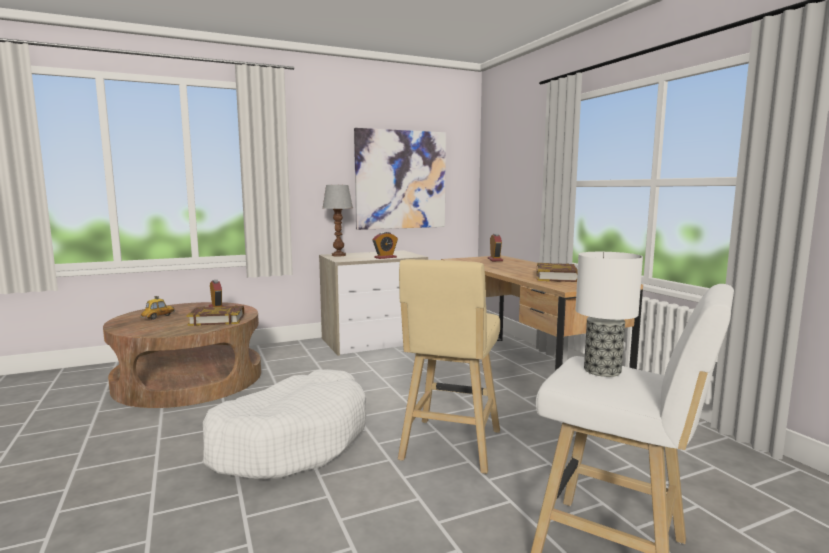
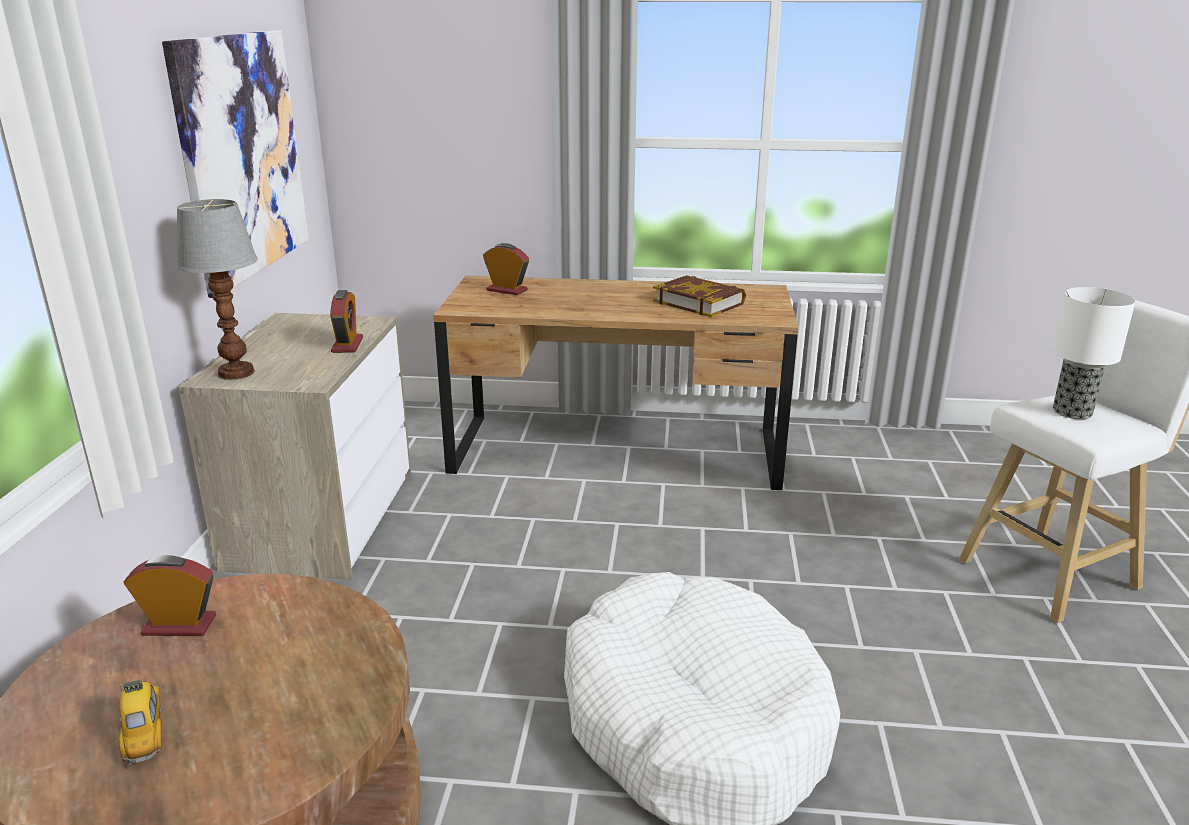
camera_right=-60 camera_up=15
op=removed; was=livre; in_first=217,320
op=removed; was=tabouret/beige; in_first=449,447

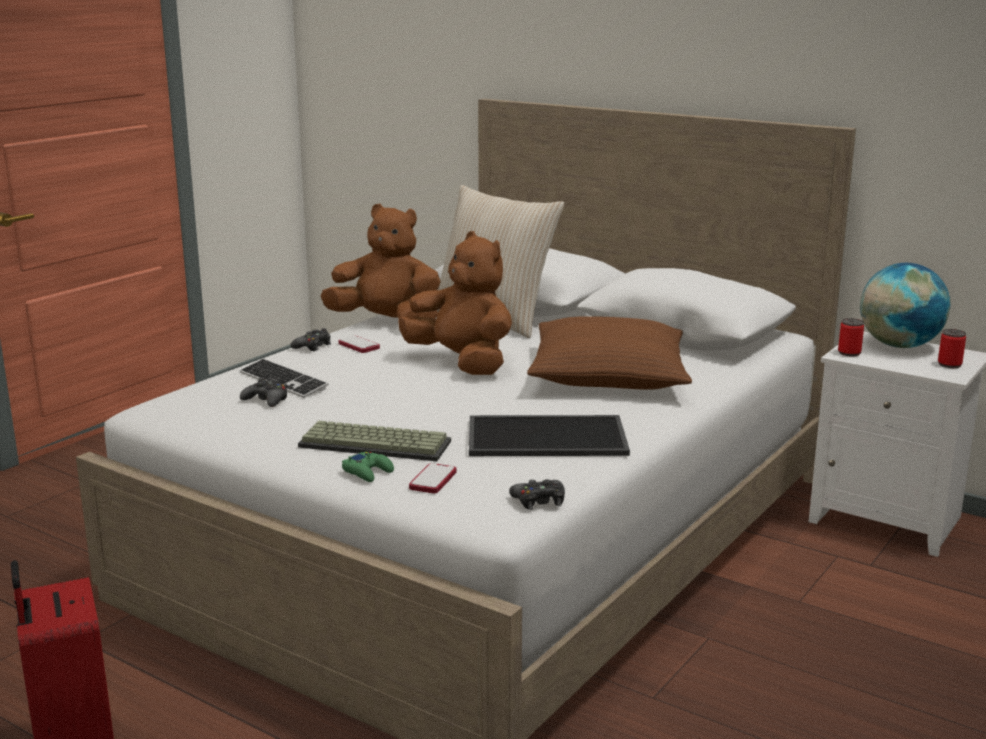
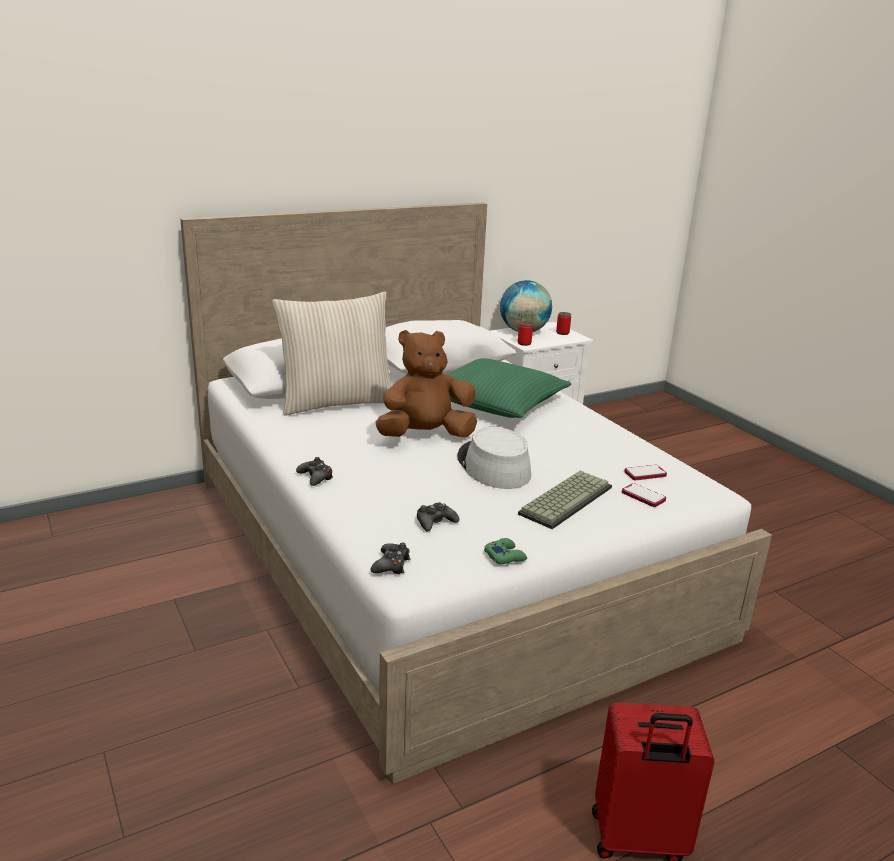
camera_right=-65 camera_up=5
op=moved; was=manette/noir; in_first=539,501; in_second=391,565
op=recoloured; was=coussin/marron; now=coussin/vert; in_first=608,374; in_second=495,402
op=added; now=chapeau/gris; in_second=493,466
op=moved; was=manette/vert; in_first=368,472; in_second=505,556
op=moved; was=téléphone; in_first=359,346; in_second=645,474
op=removed; was=clavier; in_first=283,381
op=removed; was=peluche/marron; in_first=386,323
op=removed; was=plateau; in_first=548,436

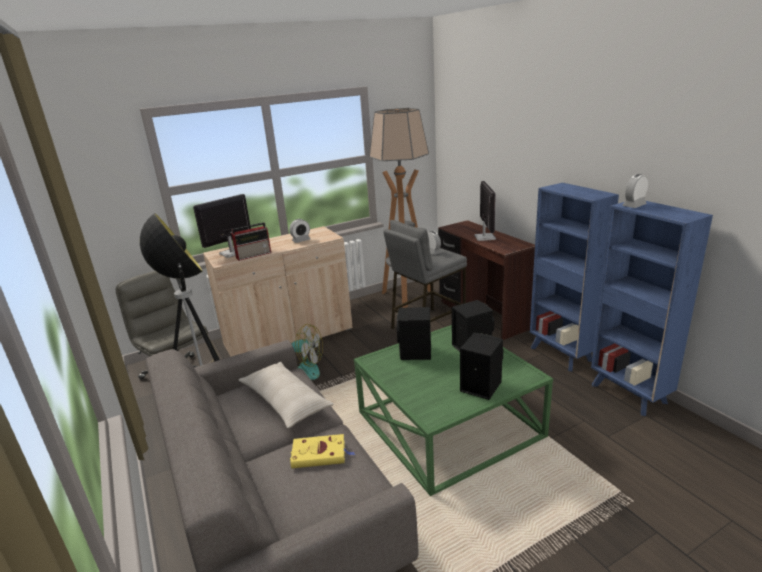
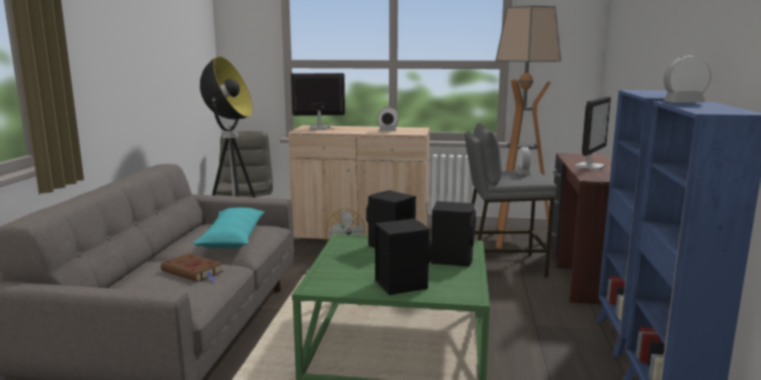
camera_right=35 camera_up=-10
op=recoloured; was=livre/jaune; now=livre/marron; in_first=320,454; in_second=194,272
op=recoloured; was=coussin/beige; now=coussin/turquoise; in_first=285,401; in_second=233,238
op=removed; was=radio; in_first=254,255

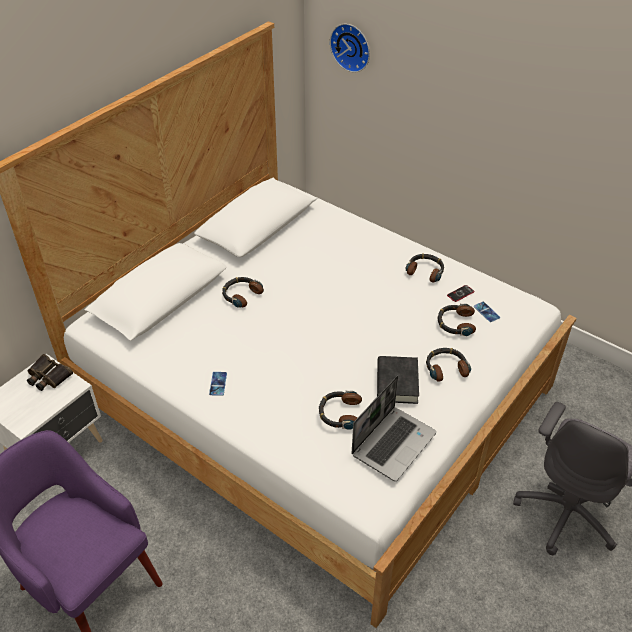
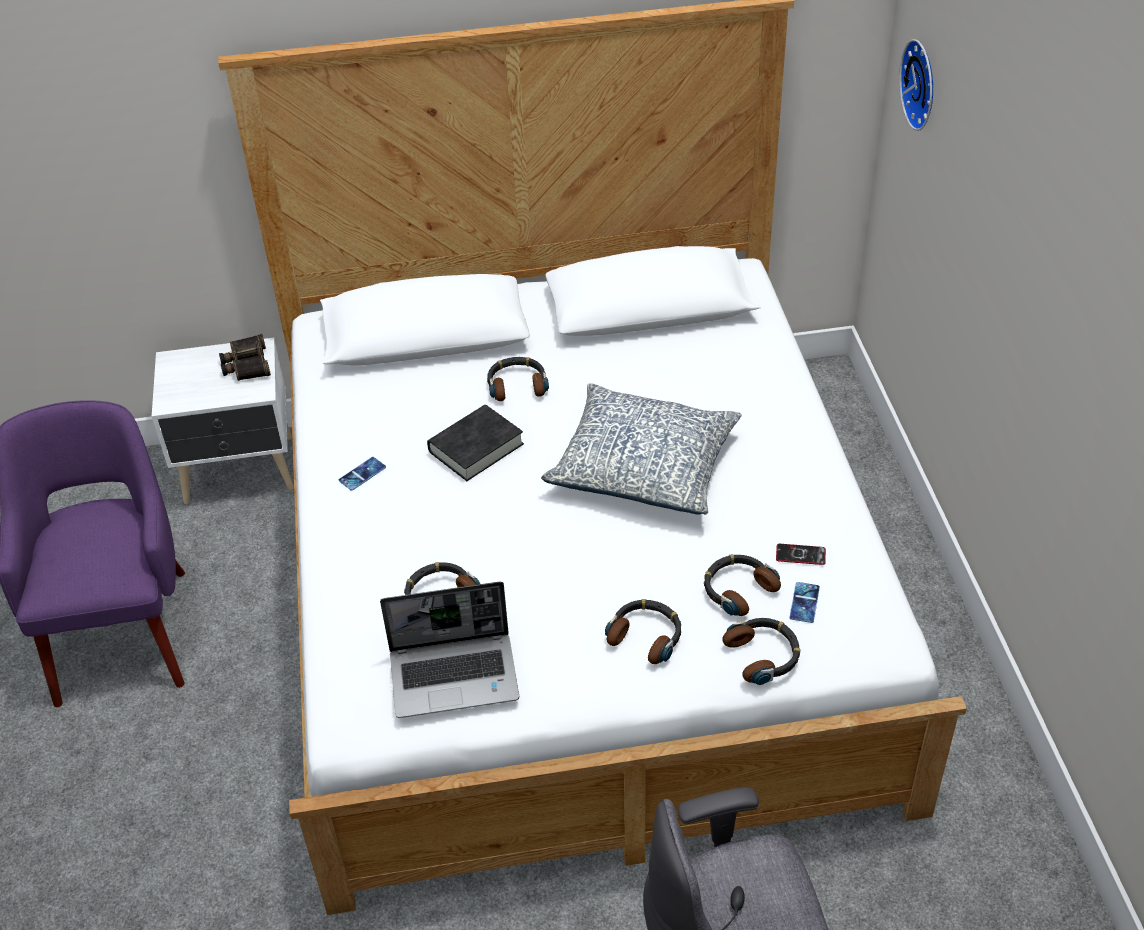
camera_right=45 camera_up=0
op=moved; was=livre/noir; in_first=397,383; in_second=476,448
op=added; now=coussin; in_second=644,466
op=moved; was=casque audio; in_first=425,271; in_second=763,655

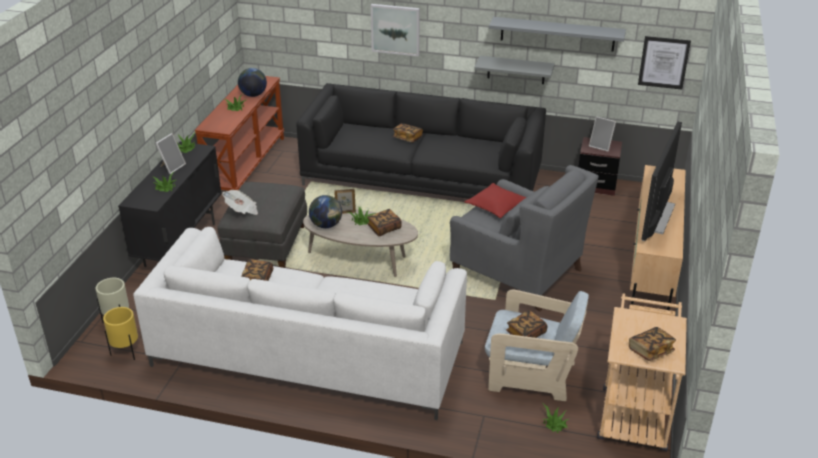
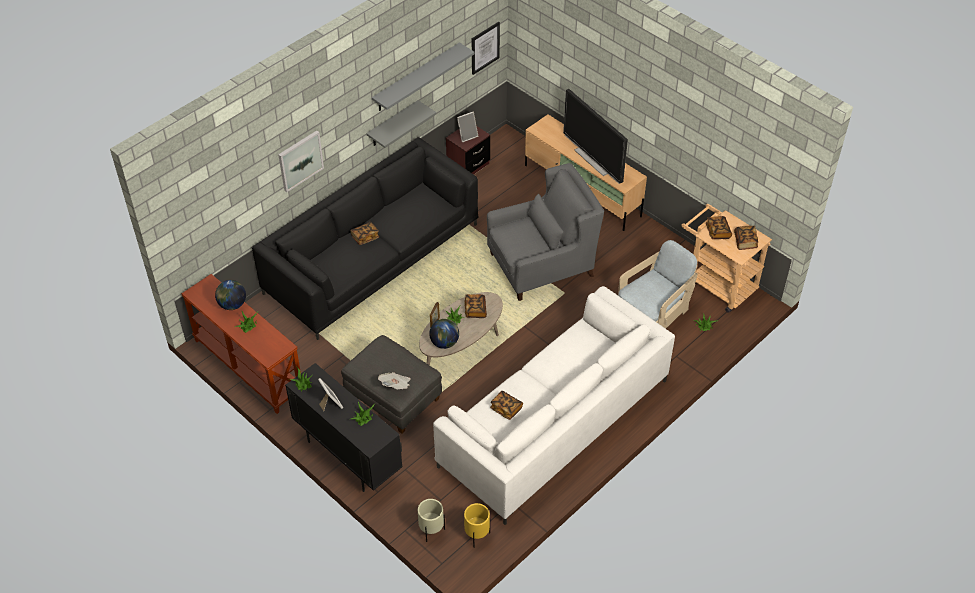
camera_right=-60 camera_up=15
op=moved; was=livre; in_first=526,334; in_second=718,232
op=removed; was=coussin/rouge; in_first=496,206

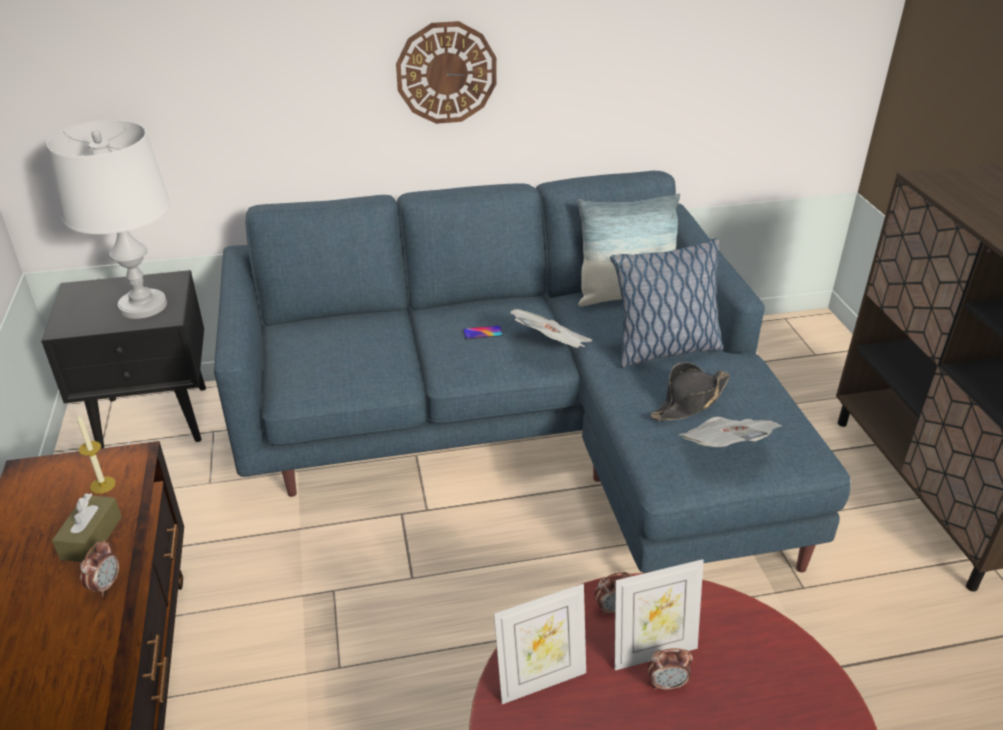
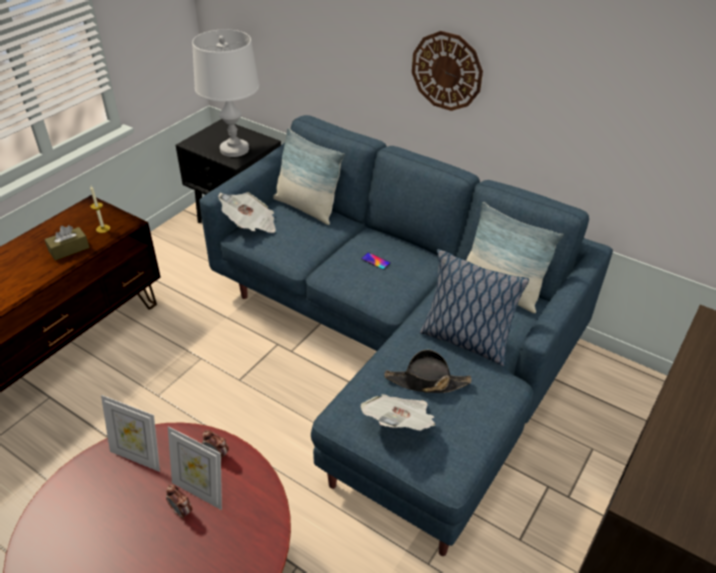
camera_right=45 camera_up=5
op=moved; was=journal; in_first=552,347; in_second=250,224
op=added; now=coussin; in_second=306,208
op=removed; was=réveil; in_first=106,585

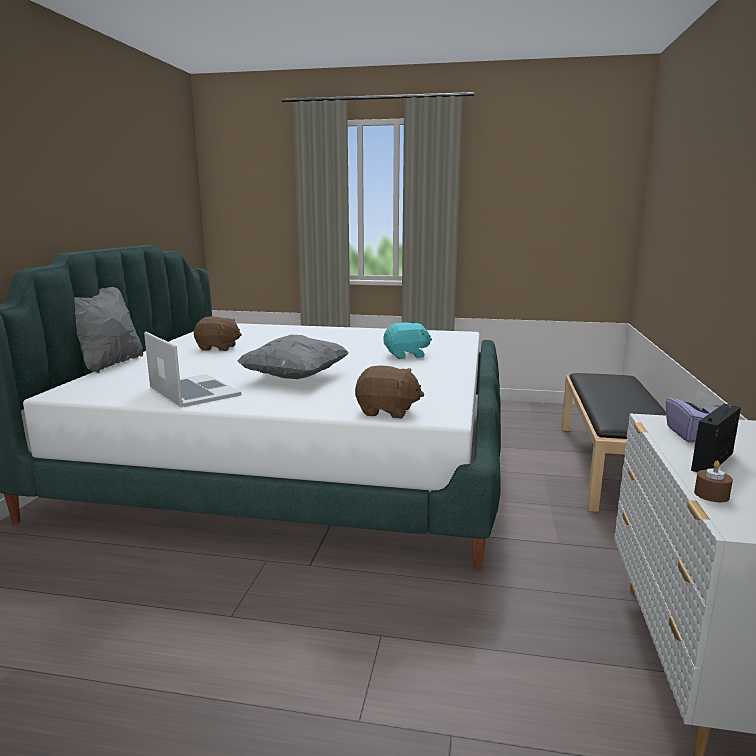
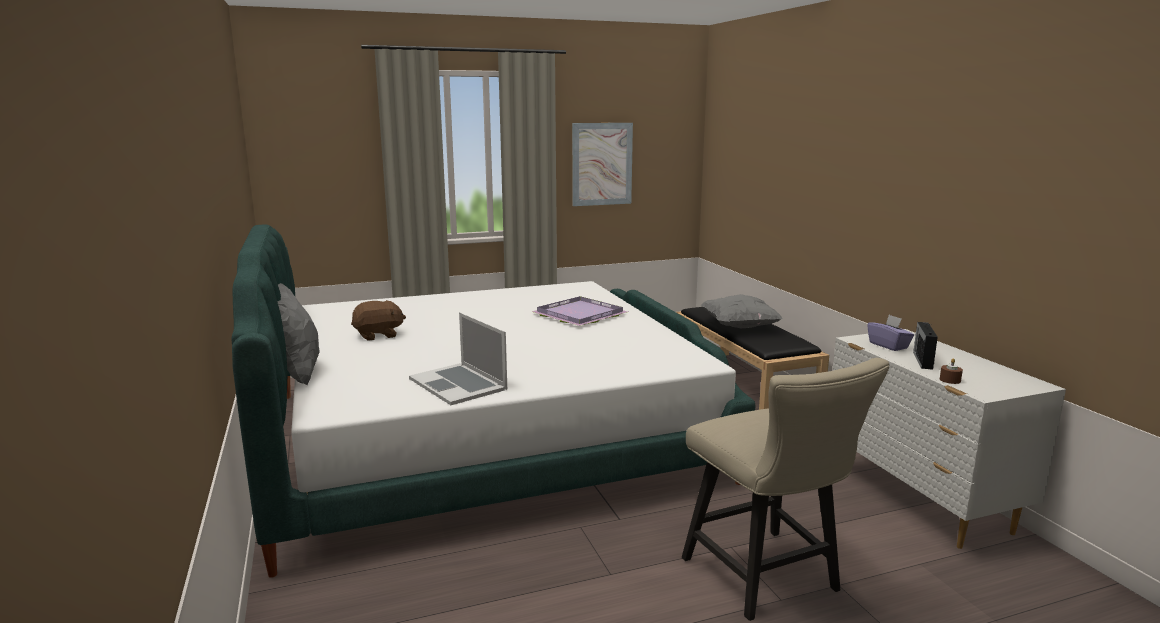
camera_right=-30 camera_up=0
op=turned; was=ordinateur portable; in_first=193,391; in_second=458,384; clockwise=-150
op=replaced; was=peluche/turquoise; now=plateau/violet; in_first=406,355; in_second=578,314
op=added; now=tableau; in_second=602,164
op=added; now=chaise/beige; in_second=767,579
op=moved; was=coussin/gris; in_first=295,377; in_second=740,327
op=removed; was=peluche/marron; in_first=387,411

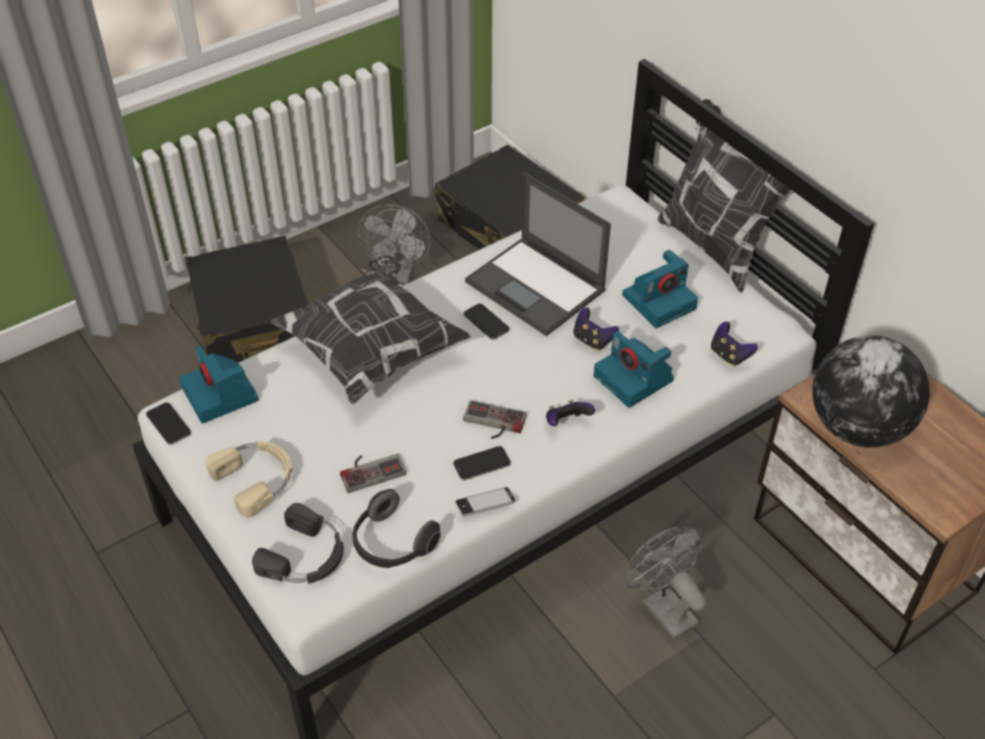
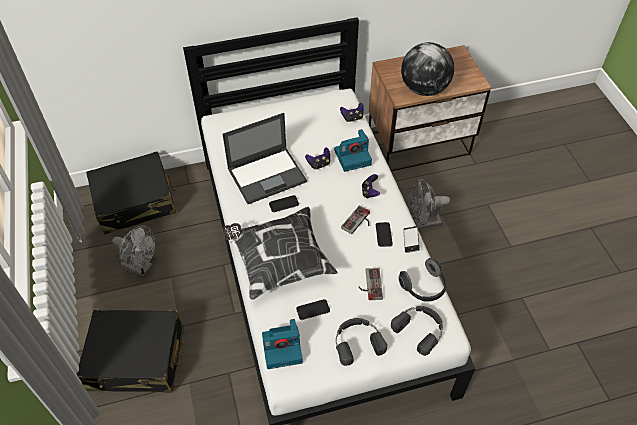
camera_right=-70 camera_up=5
op=moved; was=téléphone; in_first=168,424; in_second=313,310
op=recoloured; was=casque audio/beige; now=casque audio/noir; in_first=256,478; in_second=357,341
op=removed; was=appareil photo; in_first=659,301
op=removed; was=coussin; in_first=712,246

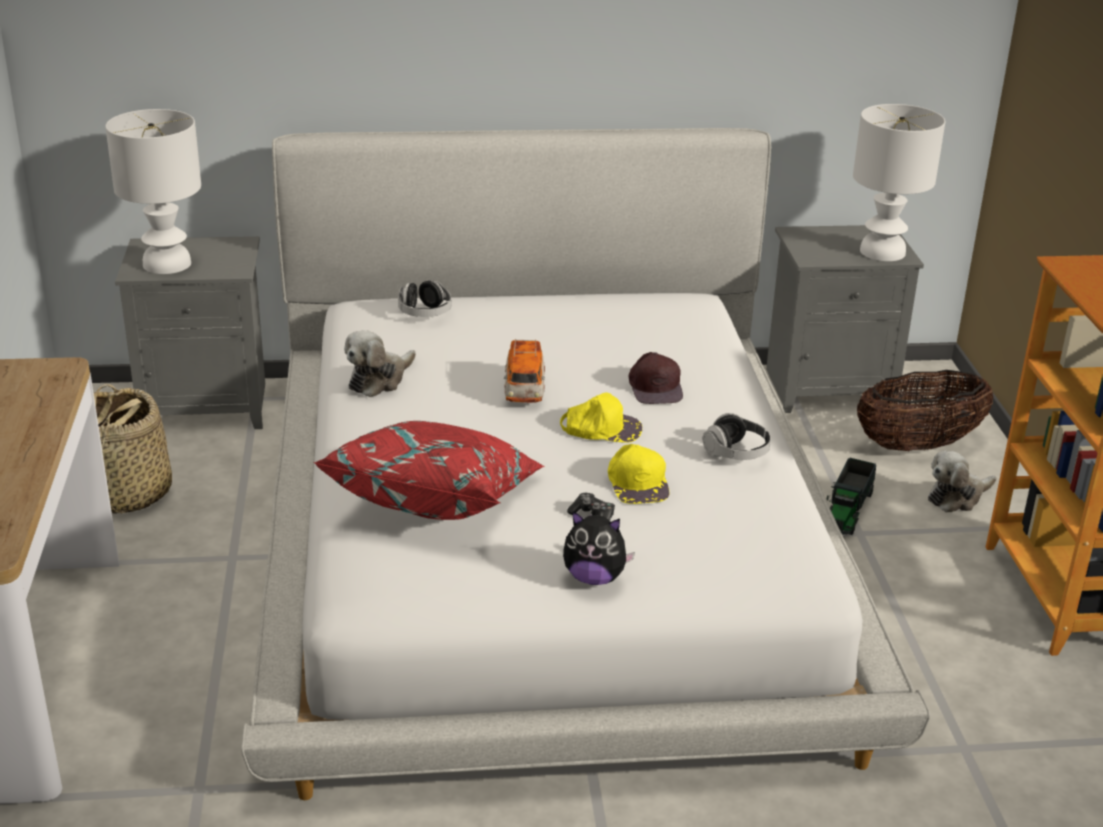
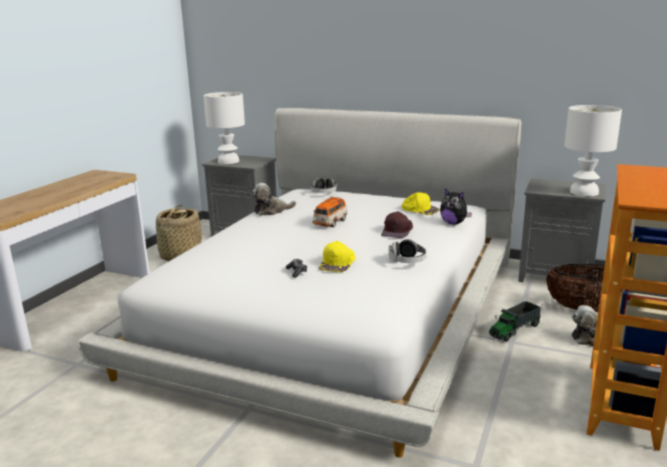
camera_right=30 camera_up=-10
op=moved; was=casquette/jaune; in_first=601,428; in_second=420,209
op=moved; was=peluche; in_first=594,578; in_second=454,223
op=removed; was=coussin/rouge; in_first=436,500

